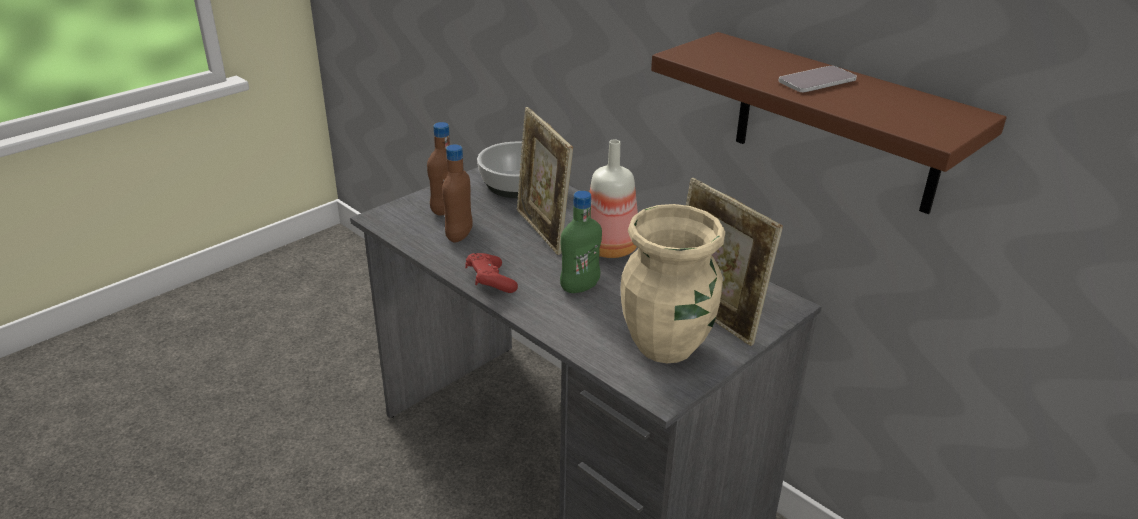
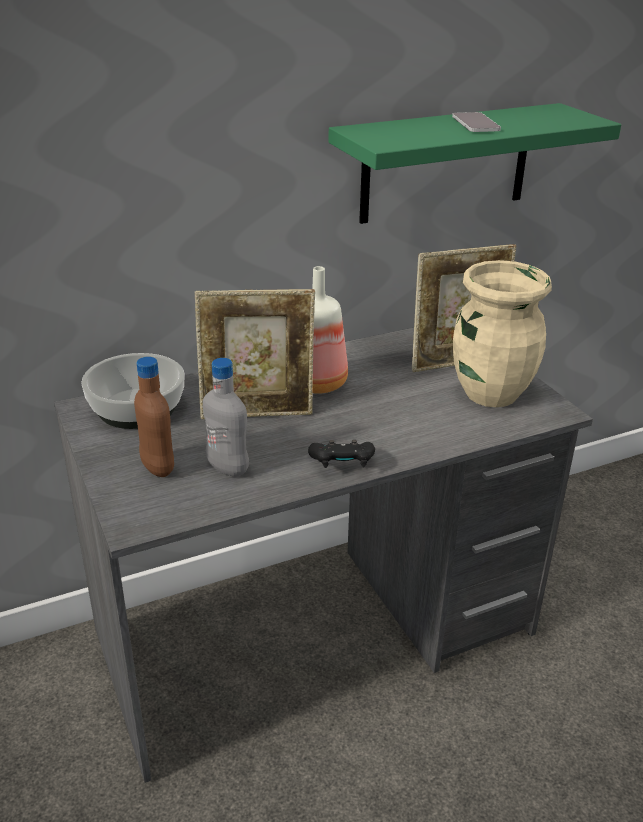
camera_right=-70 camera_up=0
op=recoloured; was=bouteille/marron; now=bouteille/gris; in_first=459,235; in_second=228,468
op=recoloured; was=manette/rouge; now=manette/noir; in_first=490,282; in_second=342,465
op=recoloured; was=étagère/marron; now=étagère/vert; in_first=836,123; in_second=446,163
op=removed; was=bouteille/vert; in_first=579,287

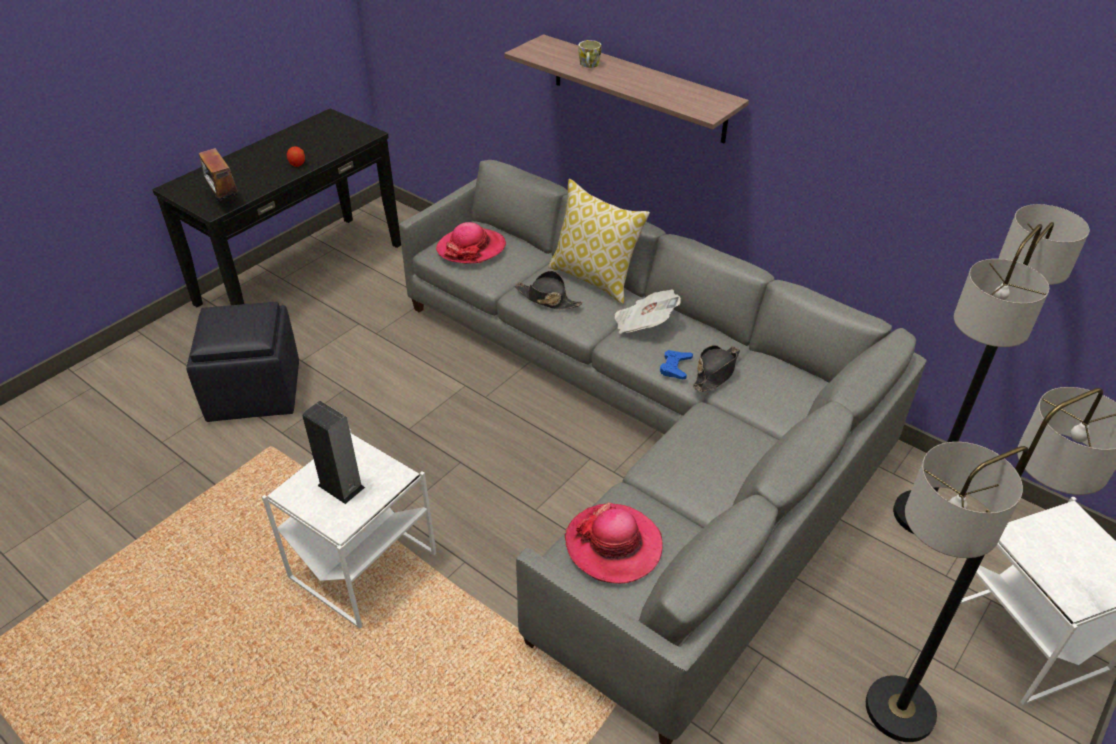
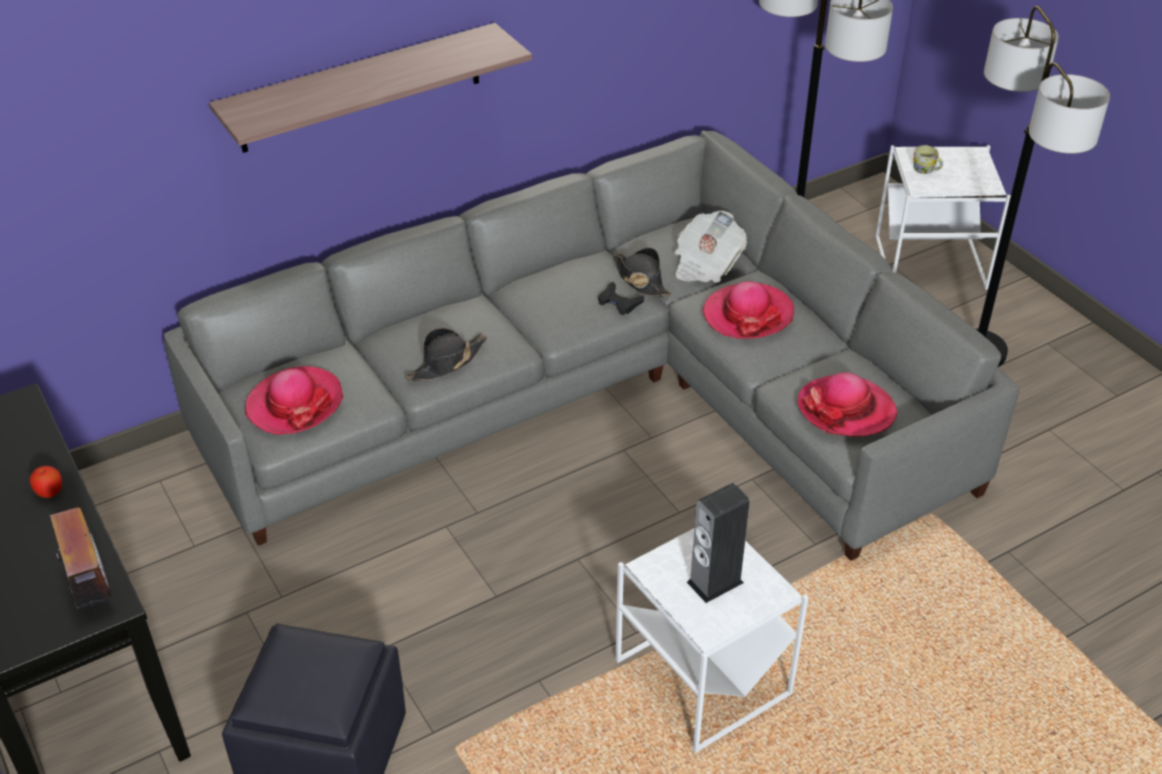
camera_right=-70 camera_up=0
op=turned; was=radio; in_first=224,200; in_second=92,589; clockwise=-105
op=recoloured; was=manette/bleu; now=manette/noir; in_first=675,367; in_second=619,302
op=moved; was=journal; in_first=644,325; in_second=705,264
op=added; now=chapeau; in_second=748,314
op=moved; was=mug; in_first=589,65; in_second=926,169
op=removed; was=coussin; in_first=594,278

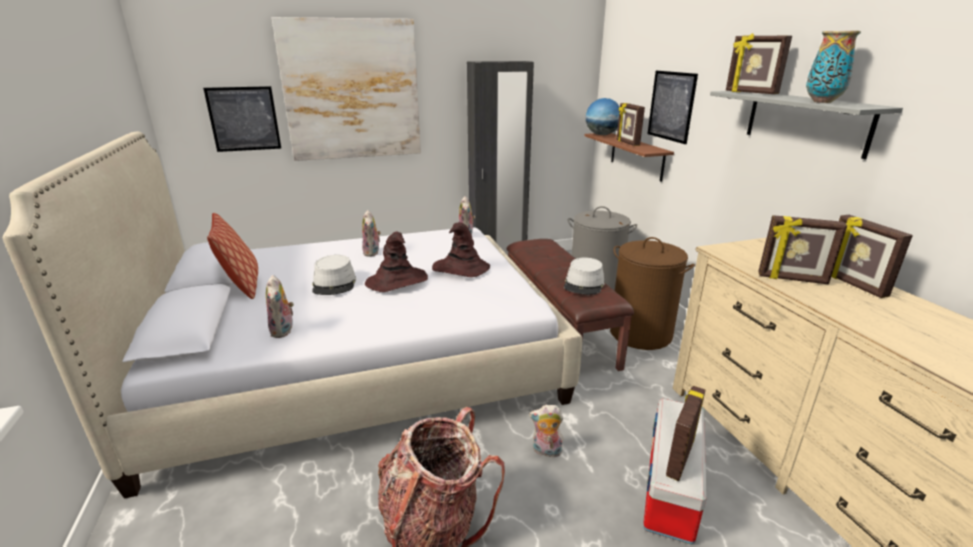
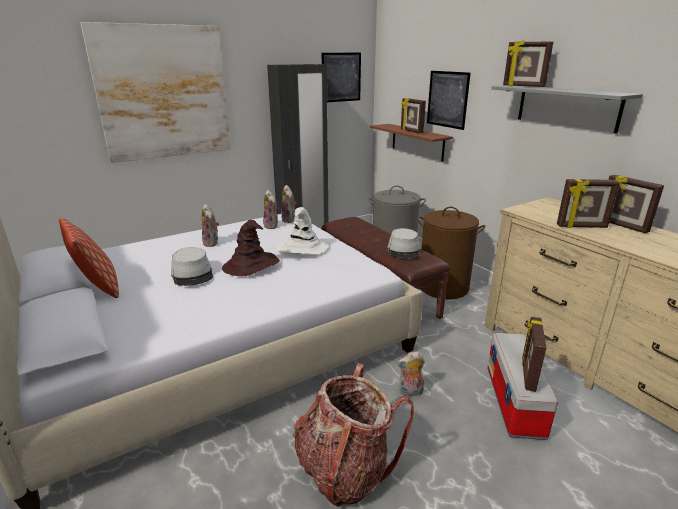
camera_right=-15 camera_up=0
op=moved; was=peluche; in_first=284,331; in_second=272,226
op=recoloured; was=chapeau/marron; now=chapeau/blanc; in_first=460,268; in_second=301,248
op=moved; was=tableau; in_first=244,119; in_second=341,77
op=removed; was=globe; in_first=601,135
op=removed; was=vase; in_first=822,102

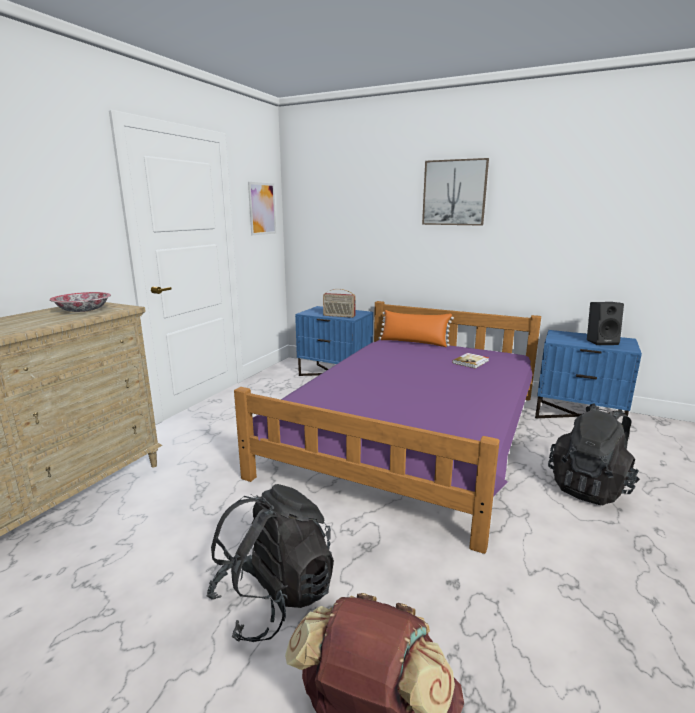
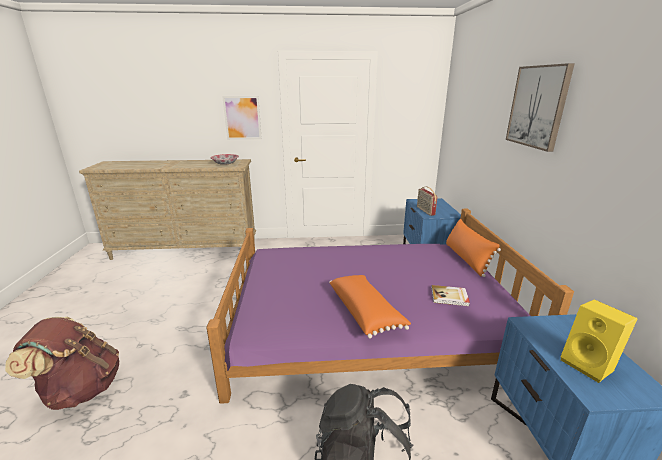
camera_right=60 camera_up=5
op=moved; was=tableau; in_first=262,208; in_second=242,118
op=added; now=coussin/orange; in_second=365,312
op=recoloured; was=enceinte/noir; now=enceinte/jaune; in_first=601,342; in_second=589,365
op=removed; was=sac à dos/noir; in_first=274,598

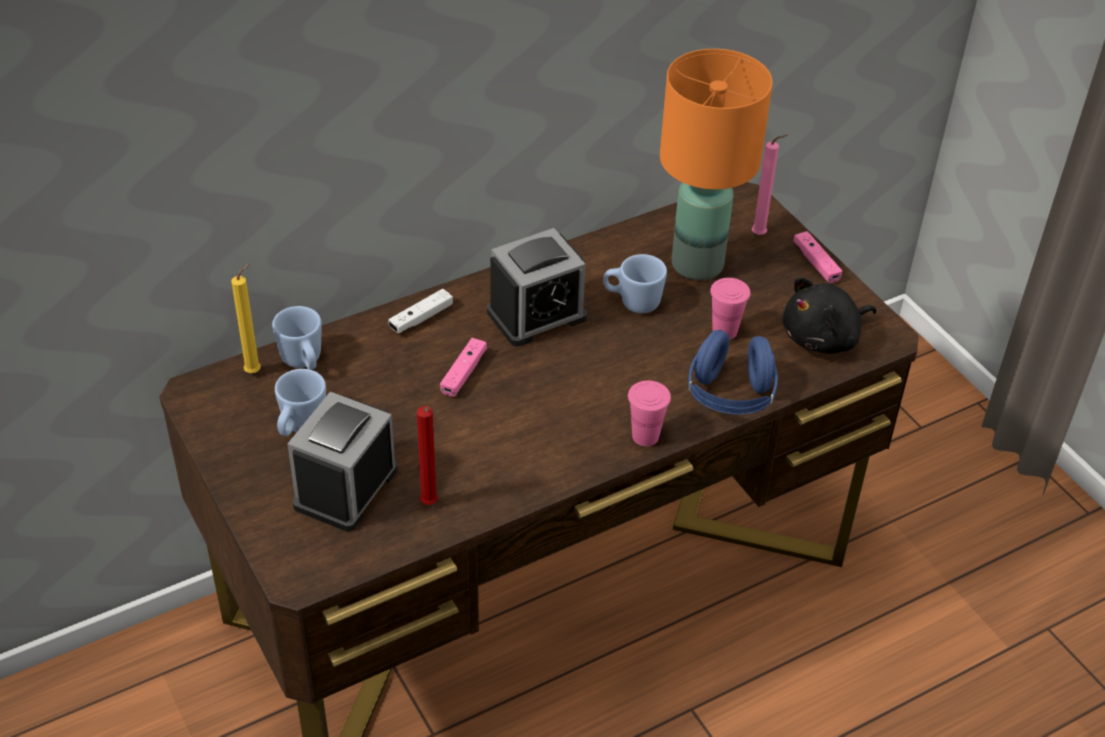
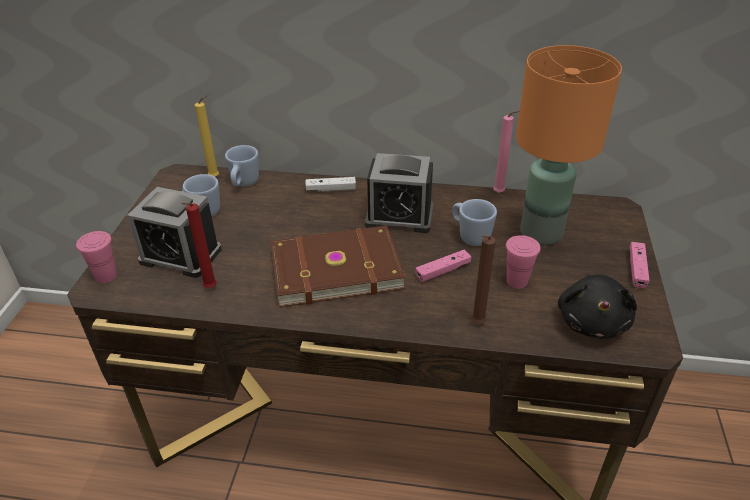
camera_right=40 camera_up=-5
op=moved; was=tasse/rose; in_first=645,436; in_second=106,276
op=turned; was=réveil; in_first=346,487; in_second=180,255; clockwise=-135
op=added; now=livre/marron; in_second=334,268
op=moved; was=manette/rose; in_first=463,373; in_second=443,271
op=replaced; was=casque audio/bleu; now=bougie/marron; in_first=730,395; in_second=476,324
op=moved; was=bougie/rose; in_first=761,235; in_second=500,193
op=turned; was=peluche/noir; in_first=823,338; in_second=592,321; clockwise=-90

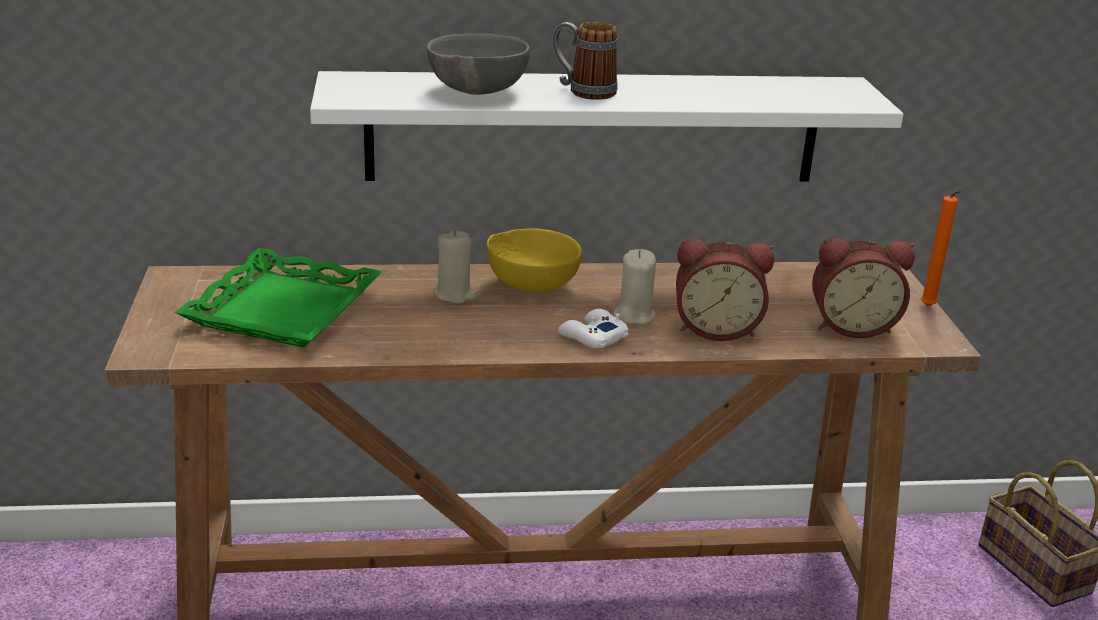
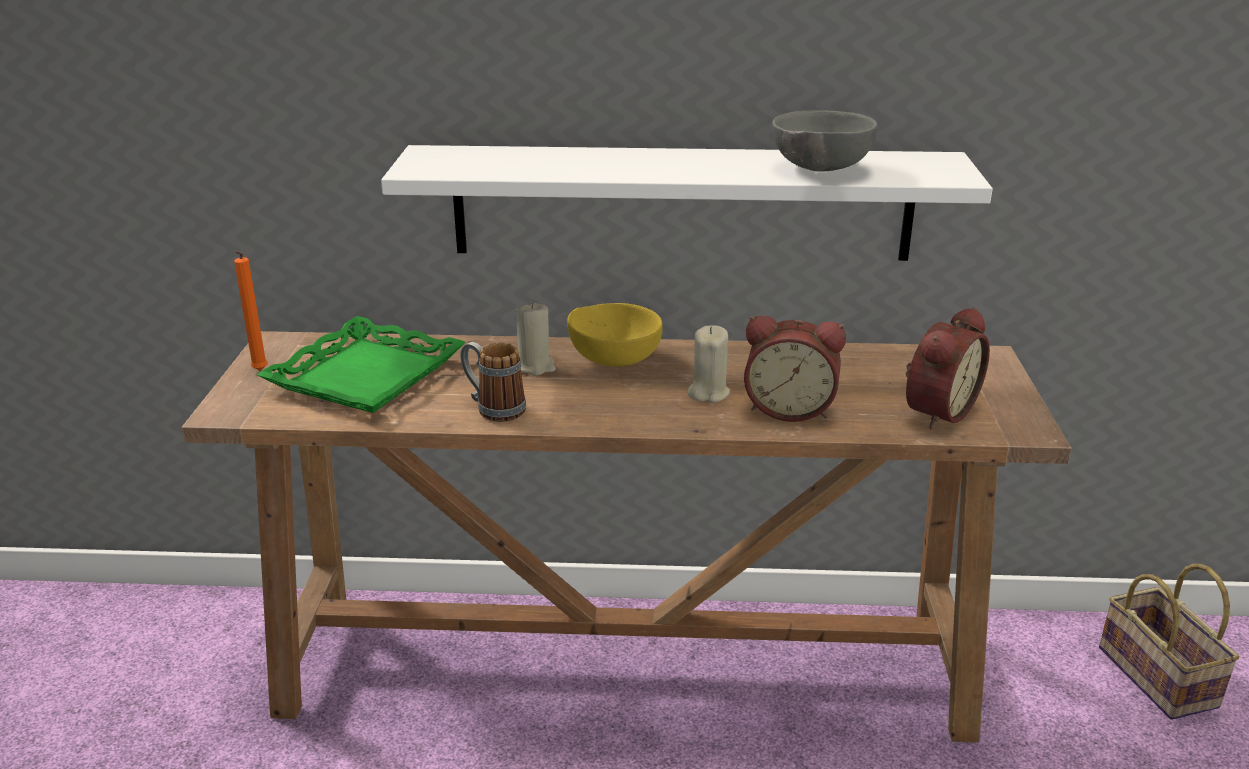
camera_right=10 camera_up=0
op=moved; was=bougie/orange; in_first=928,308; in_second=259,372
op=moved; was=mug; in_first=583,91; in_second=493,408
op=moved; was=bol/gris; in_first=475,92; in_second=818,169
op=turned; was=réveil; in_first=851,325; in_second=936,411; clockwise=-60
op=removed; was=manette/blanc; in_first=592,337

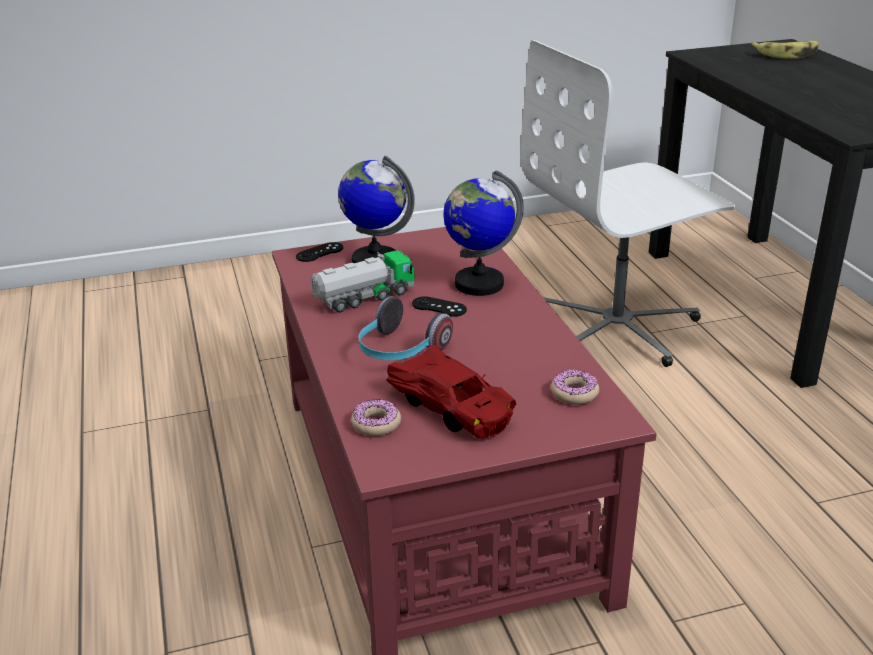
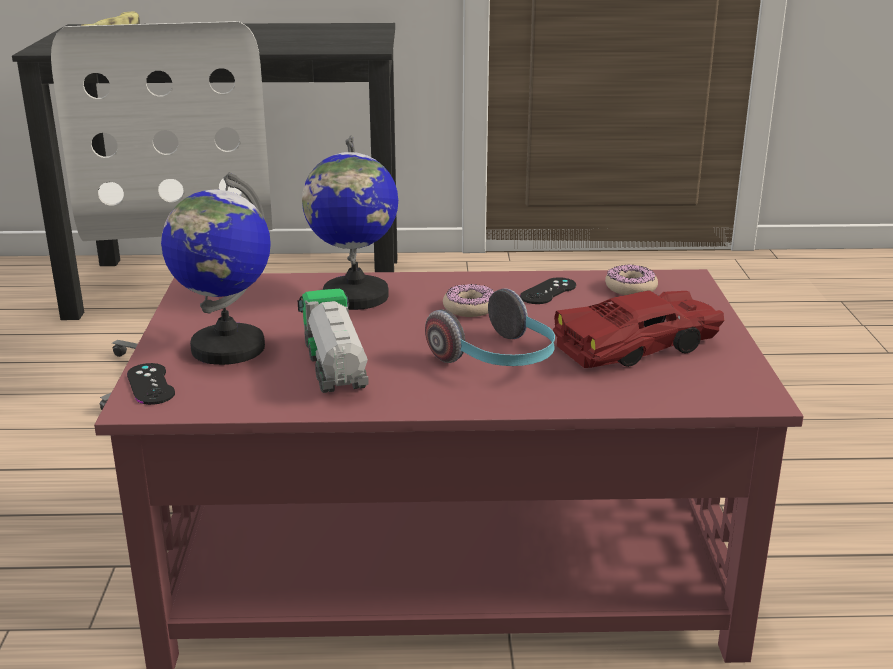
camera_right=-75 camera_up=-5
op=moved; was=beignet; in_first=376,424; in_second=469,308
op=moved; was=manette/noir; in_first=439,307; in_second=548,291

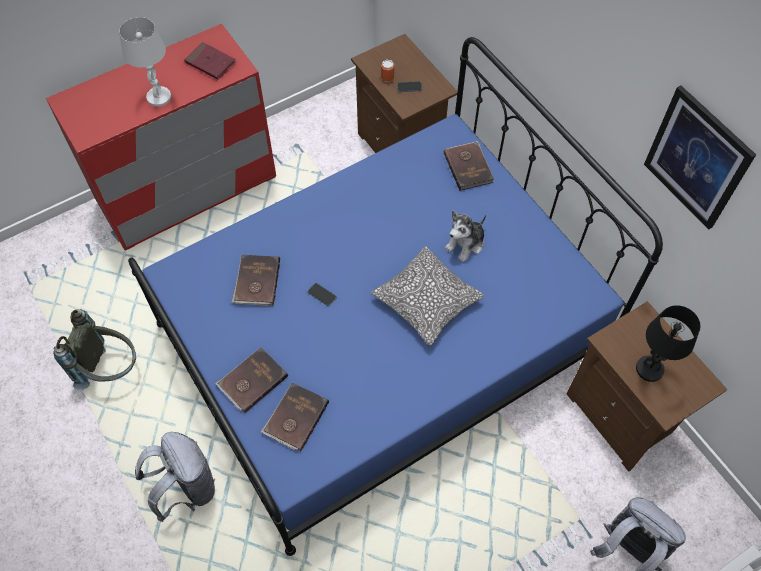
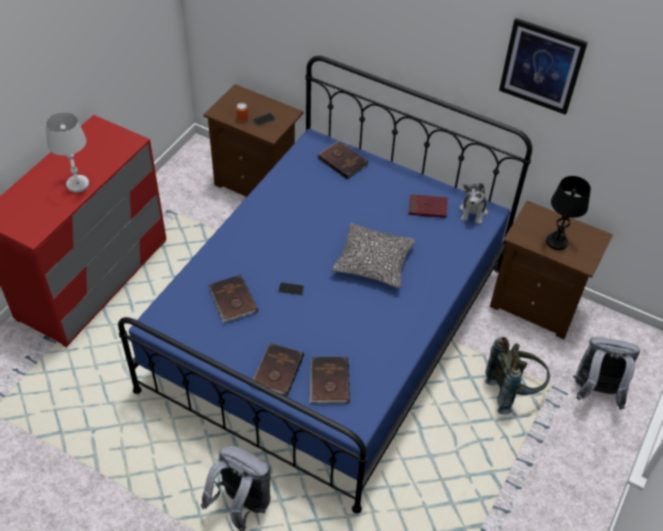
camera_right=-30 camera_up=-10
op=moved; was=livre/rouge; in_first=210,63; in_second=427,208
op=moved; was=peluche; in_first=466,244; in_second=473,211
op=moved; was=sac à dos/gris; in_first=110,369; in_second=513,391

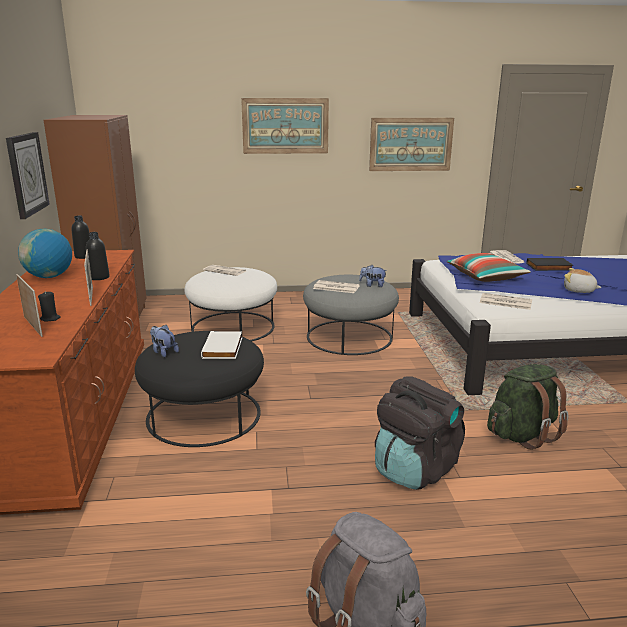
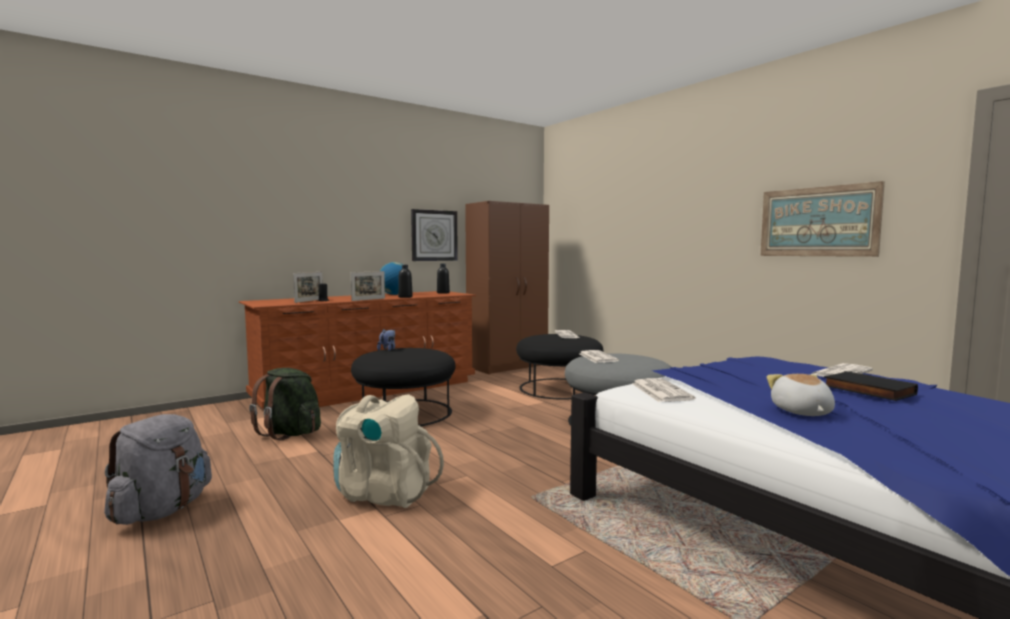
camera_right=60 camera_up=-15
op=moved; was=sac à dos/vert; in_first=522,434; in_second=290,433
op=recoloured; was=sac à dos/noir; now=sac à dos/beige; in_first=415,469; in_second=384,493
op=recoloured; was=pouf/blanc; now=pouf/noir; in_first=233,327; in_second=558,388
op=removed; was=livre/blanc; in_first=224,348
op=removed; was=tableau; in_first=285,126
op=removed; was=peluche; in_first=372,285
op=removed; was=coussin; in_first=485,277

